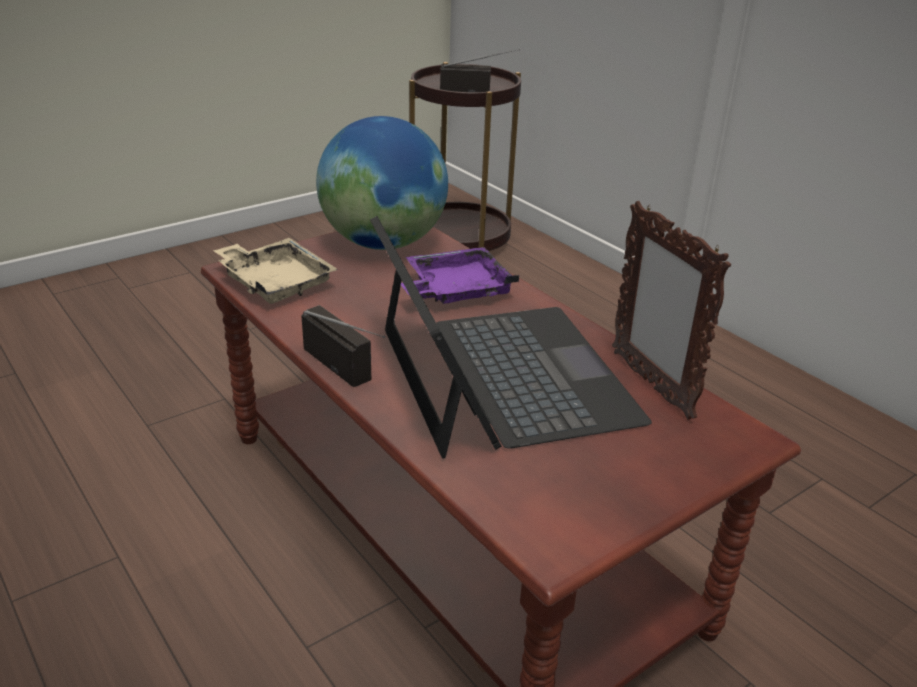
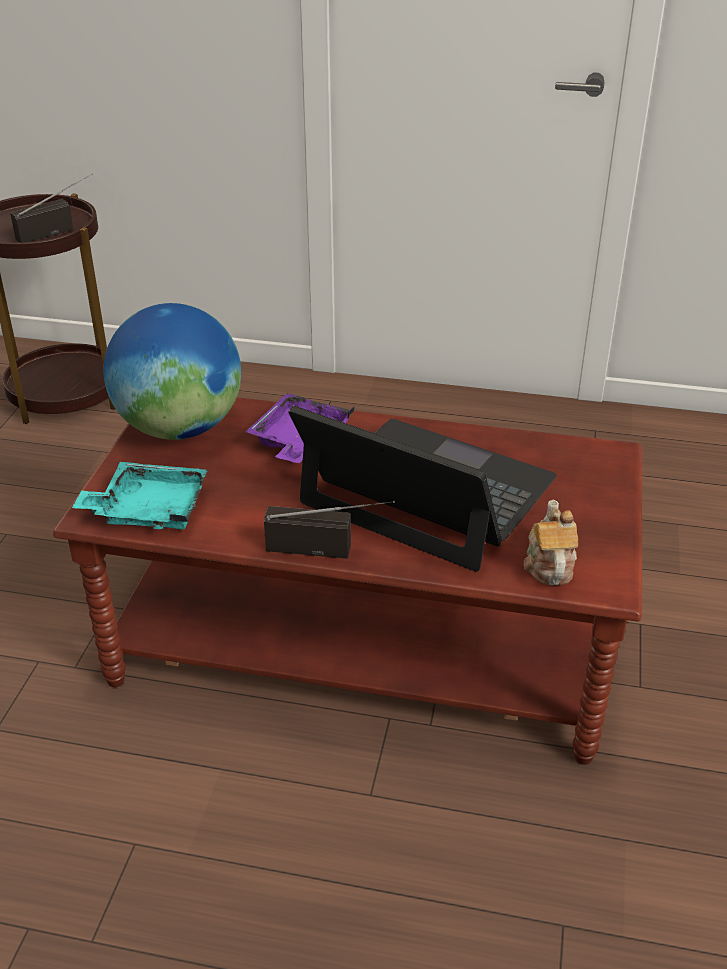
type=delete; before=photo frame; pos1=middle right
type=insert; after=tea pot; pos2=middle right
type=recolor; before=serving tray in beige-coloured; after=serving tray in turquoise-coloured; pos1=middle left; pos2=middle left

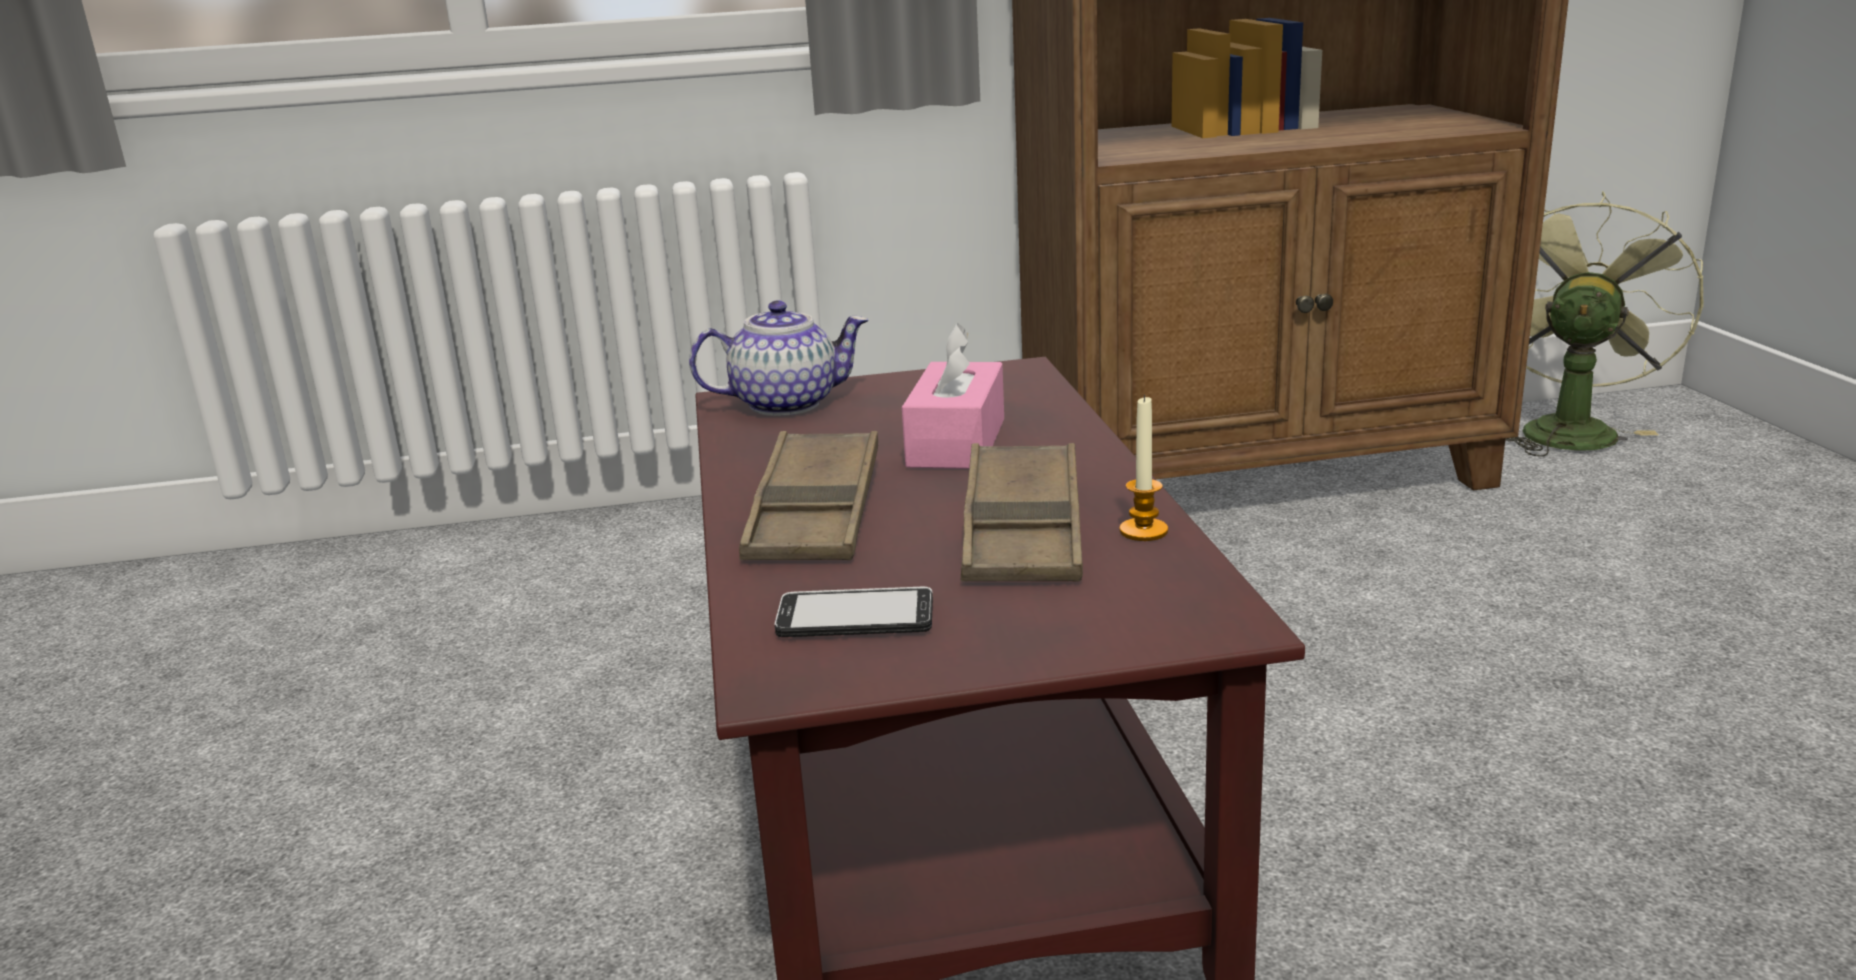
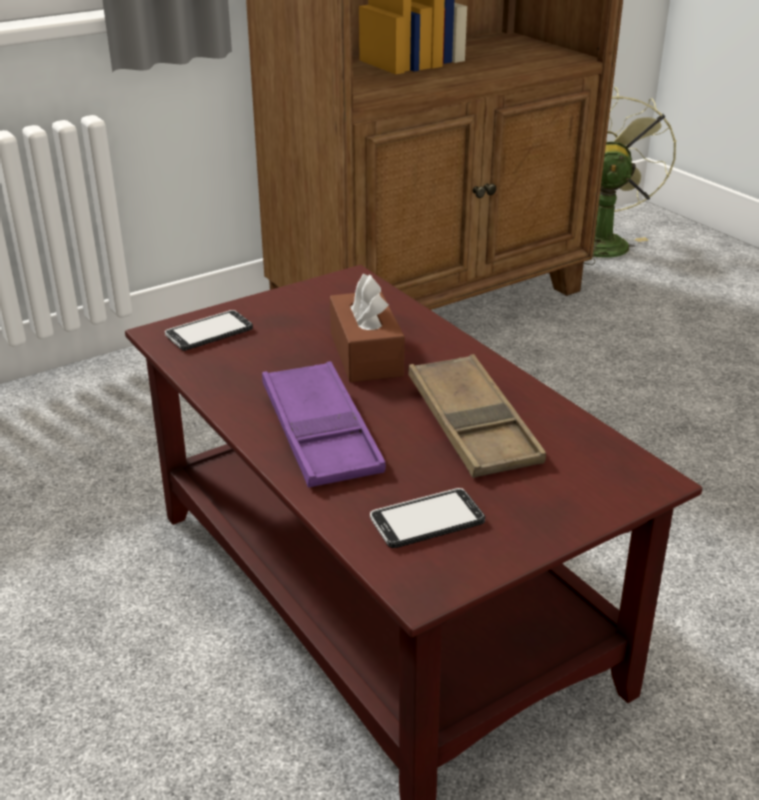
type=delete; before=wax light; pos1=centre
type=replace; before=tea pot; after=phone (1st from left); pos1=centre; pos2=middle left
type=recolor; before=serving tray in brown (1st from left); after=serving tray in purple; pos1=centre; pos2=centre
type=recolor; before=box of tissues in pinkish; after=box of tissues in brown; pos1=centre; pos2=centre

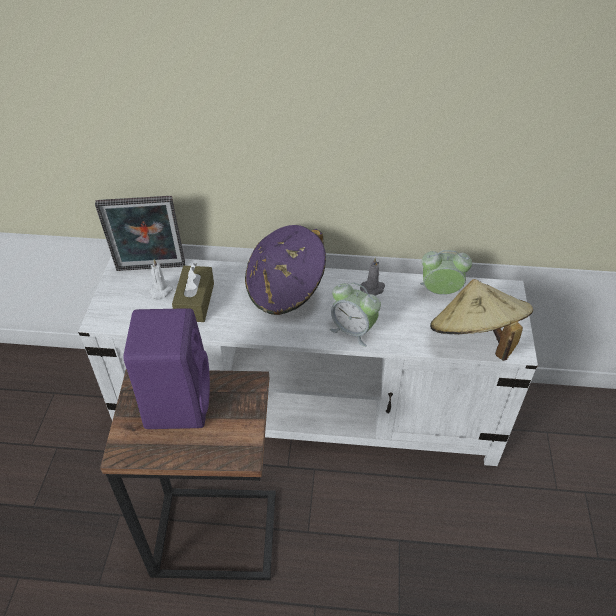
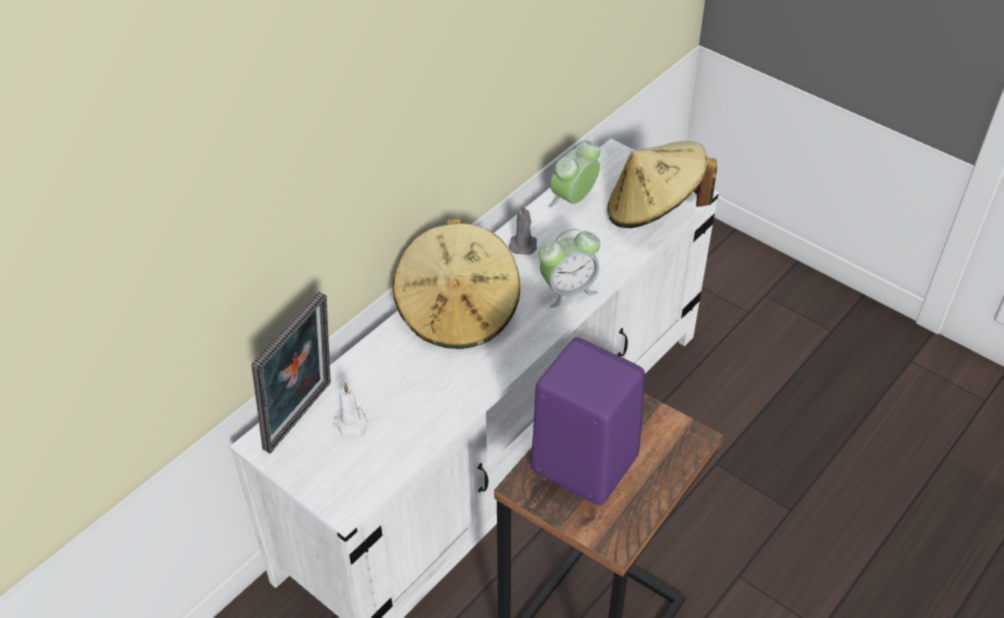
type=delete; before=box of tissues in brown; pos1=middle left
type=recolor; before=hat in purple; after=hat in beige-coloured (1st from left); pos1=centre; pos2=centre

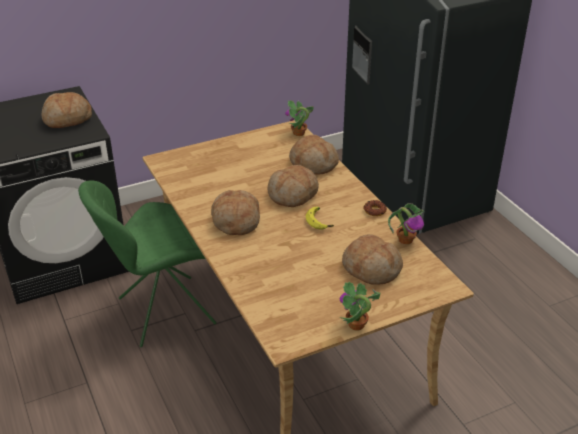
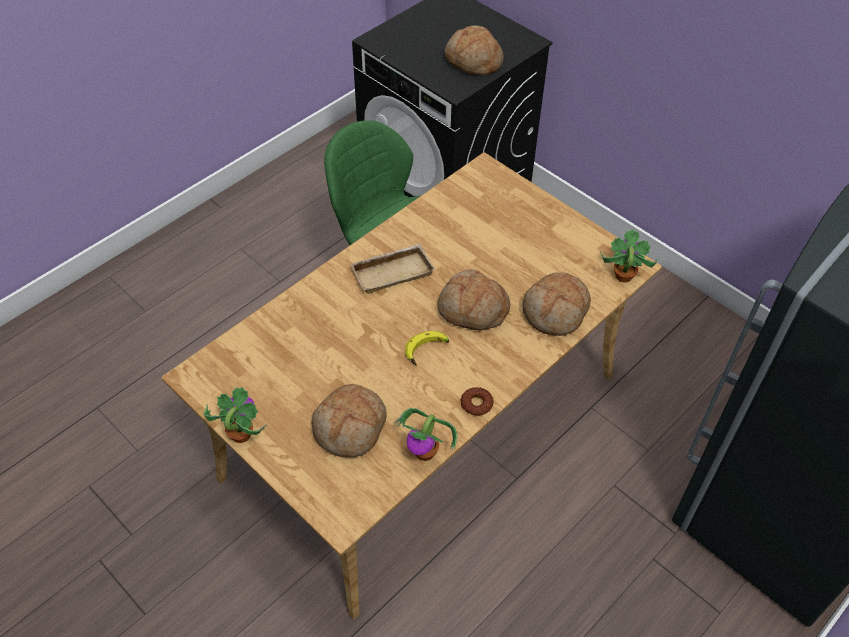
type=replace; before=bakery bread (2nd from left); after=serving tray in beige-coloured; pos1=centre; pos2=centre

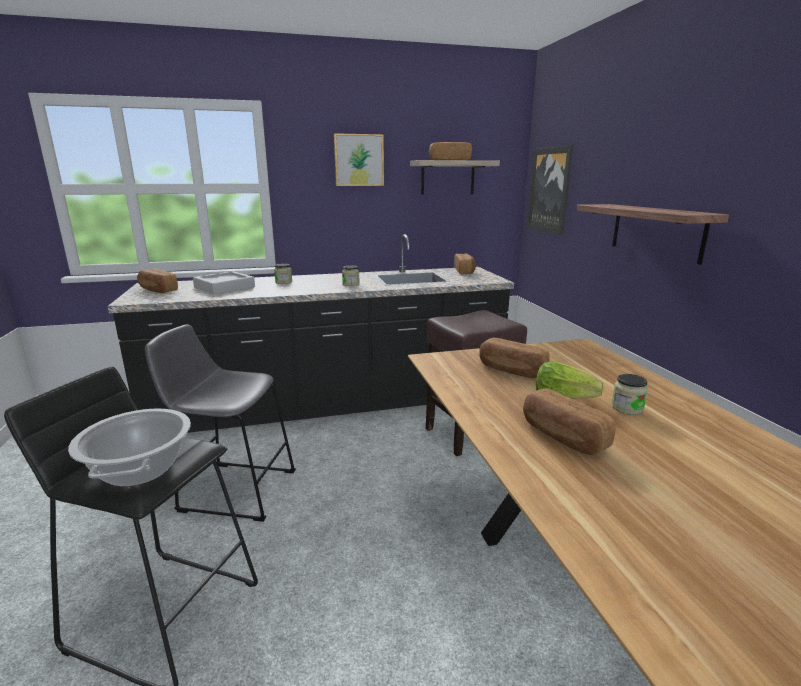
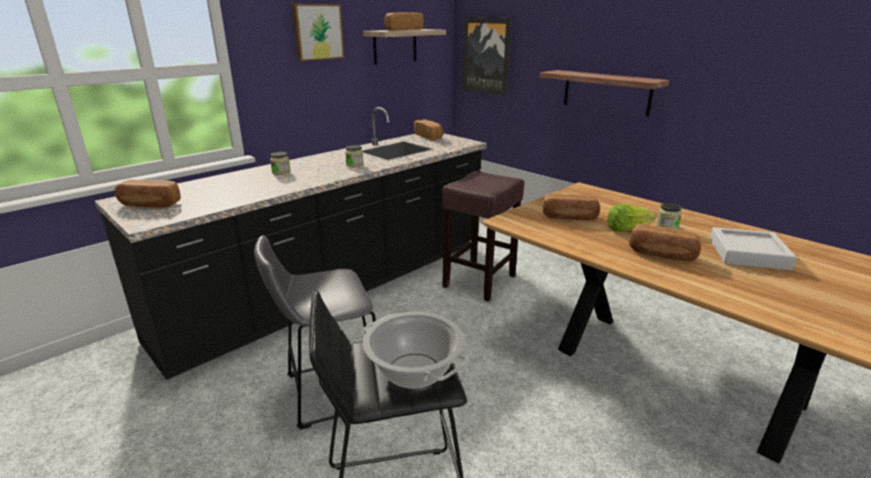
type=move; before=serving tray in gray; pos1=middle left; pos2=middle right

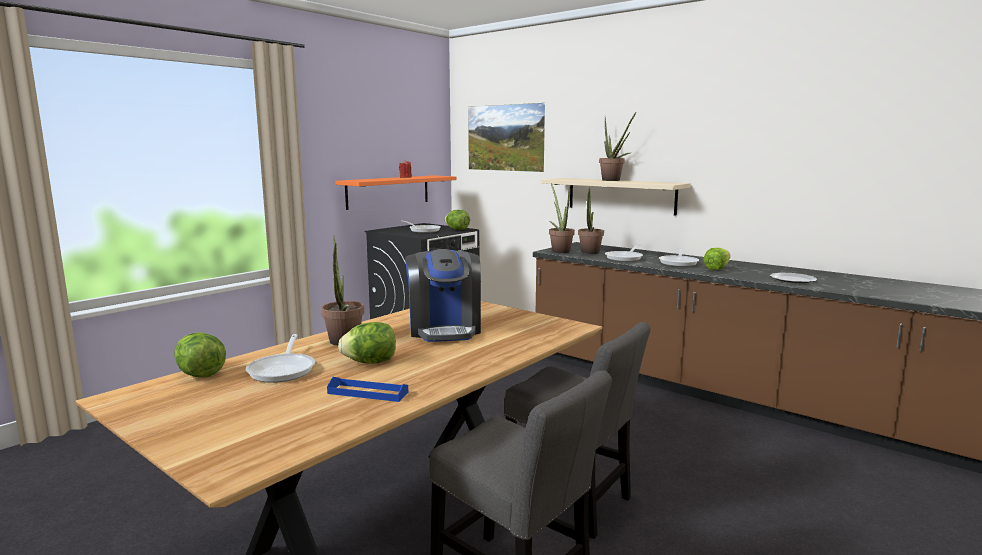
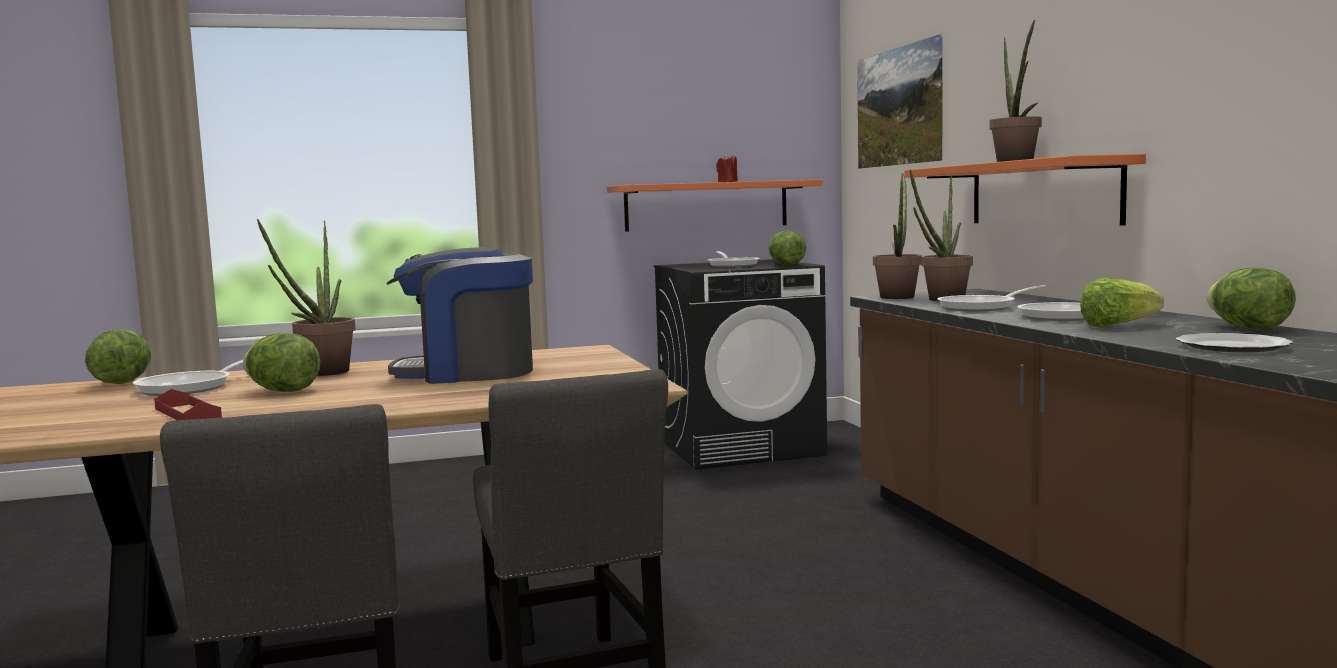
type=insert; after=head of lettuce (5th from left); pos2=middle right
type=recolor; before=serving tray in bluish; after=serving tray in reddish; pos1=bottom centre; pos2=middle left
type=recolor; before=bracket shelf in beige-coloured; after=bracket shelf in orange (2nd from left); pos1=centre; pos2=top right
type=rotate; before=coffee machine; pos1=centre; pos2=centre; turn=60

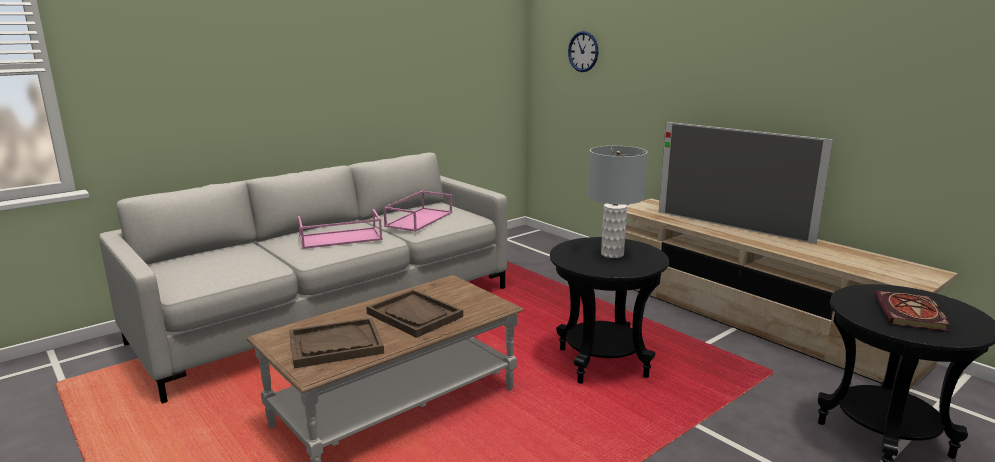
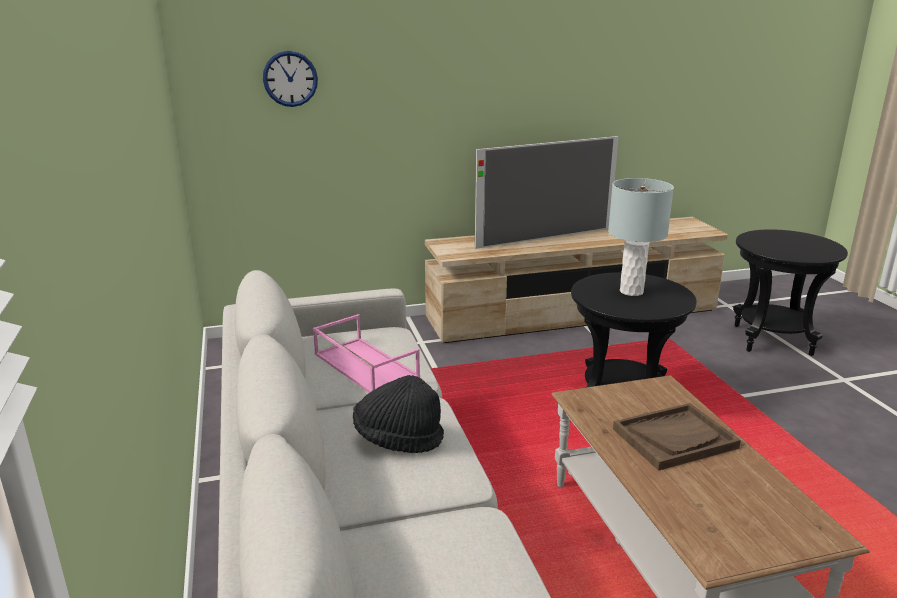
type=delete; before=serving tray in brown (1st from left); pos1=bottom centre
type=delete; before=book; pos1=bottom right
type=replace; before=serving tray in pinkish (1st from left); after=hat in black-coloured; pos1=centre; pos2=bottom centre

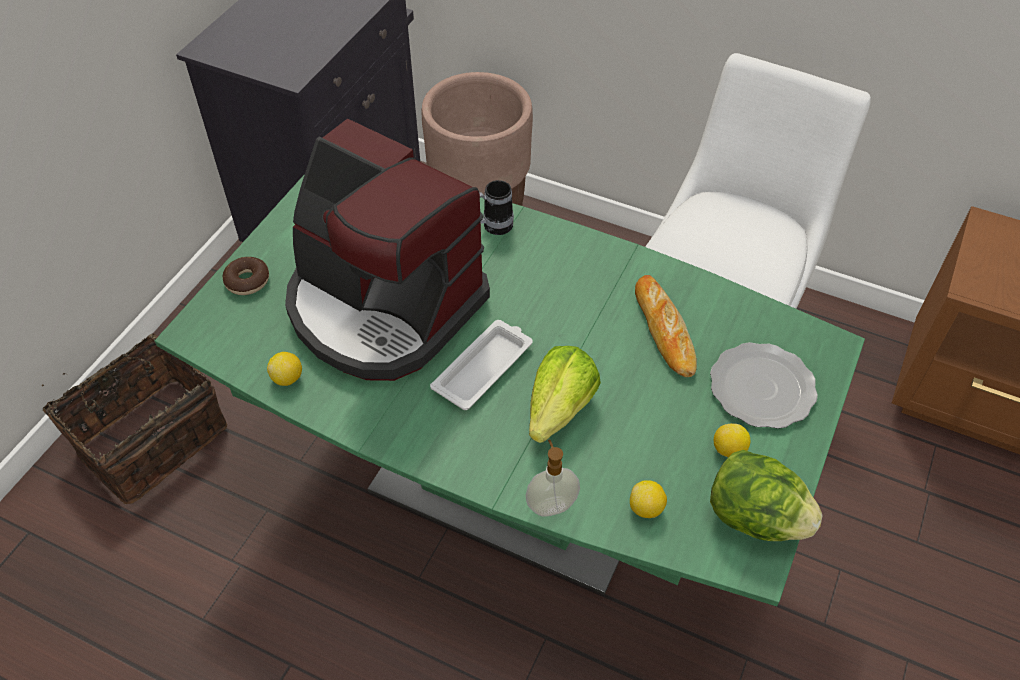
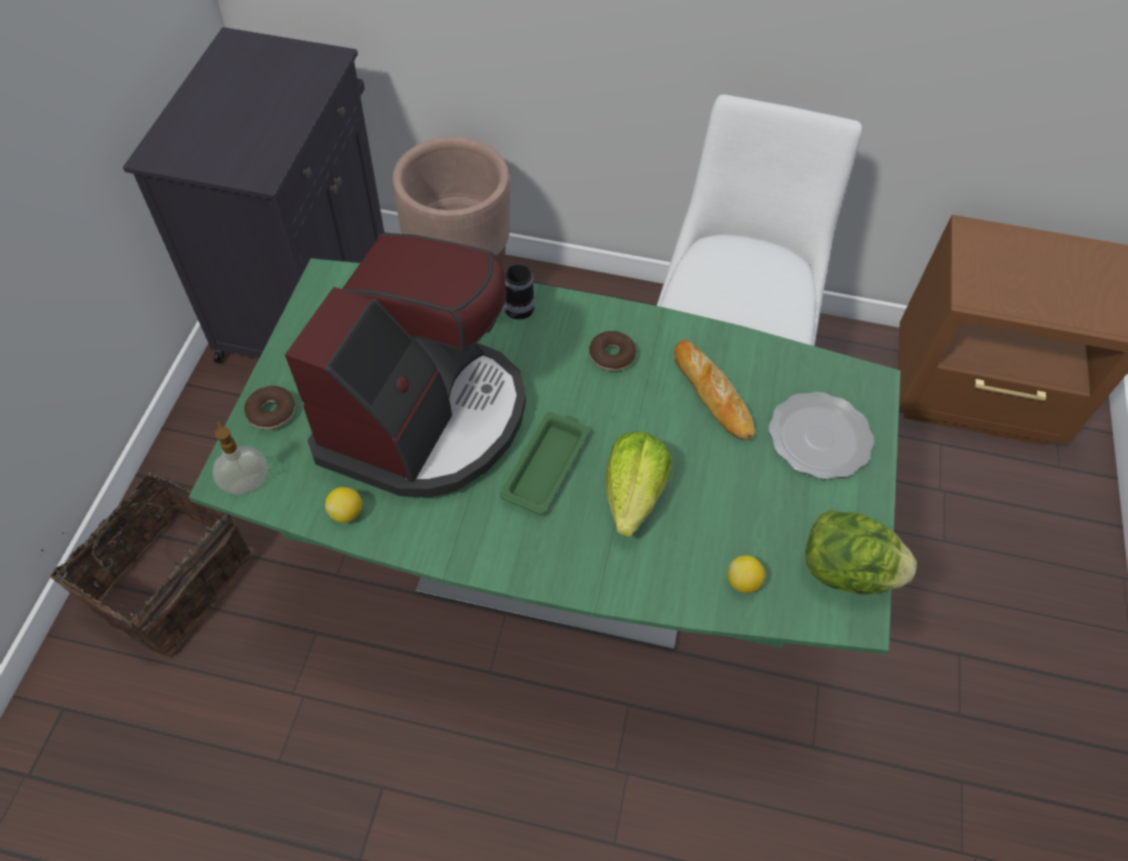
type=delete; before=lemon (3rd from left); pos1=middle right
type=insert; after=doughnut (2nd from left); pos2=centre
type=move; before=soap bottle; pos1=bottom centre; pos2=middle left
type=recolor; before=serving tray in white-coloured; after=serving tray in green; pos1=centre; pos2=centre
type=rotate; before=coffee machine; pos1=centre; pos2=centre; turn=-90

